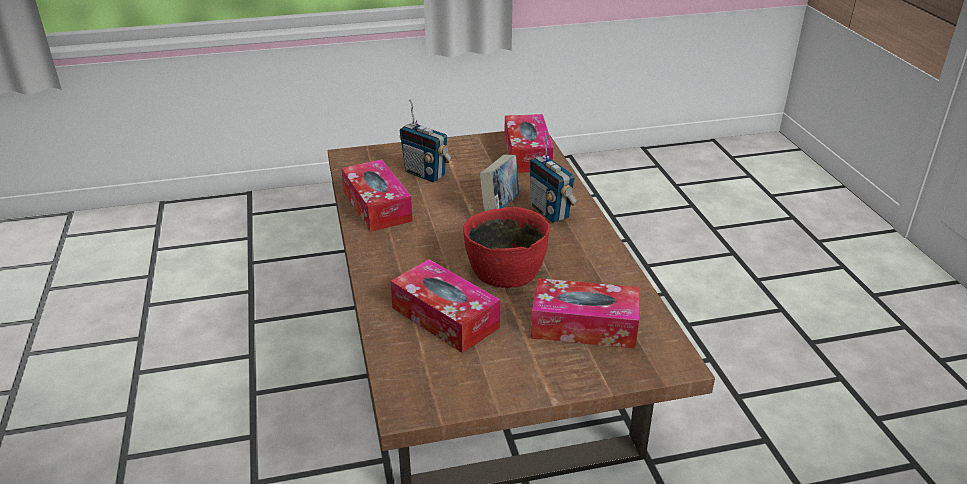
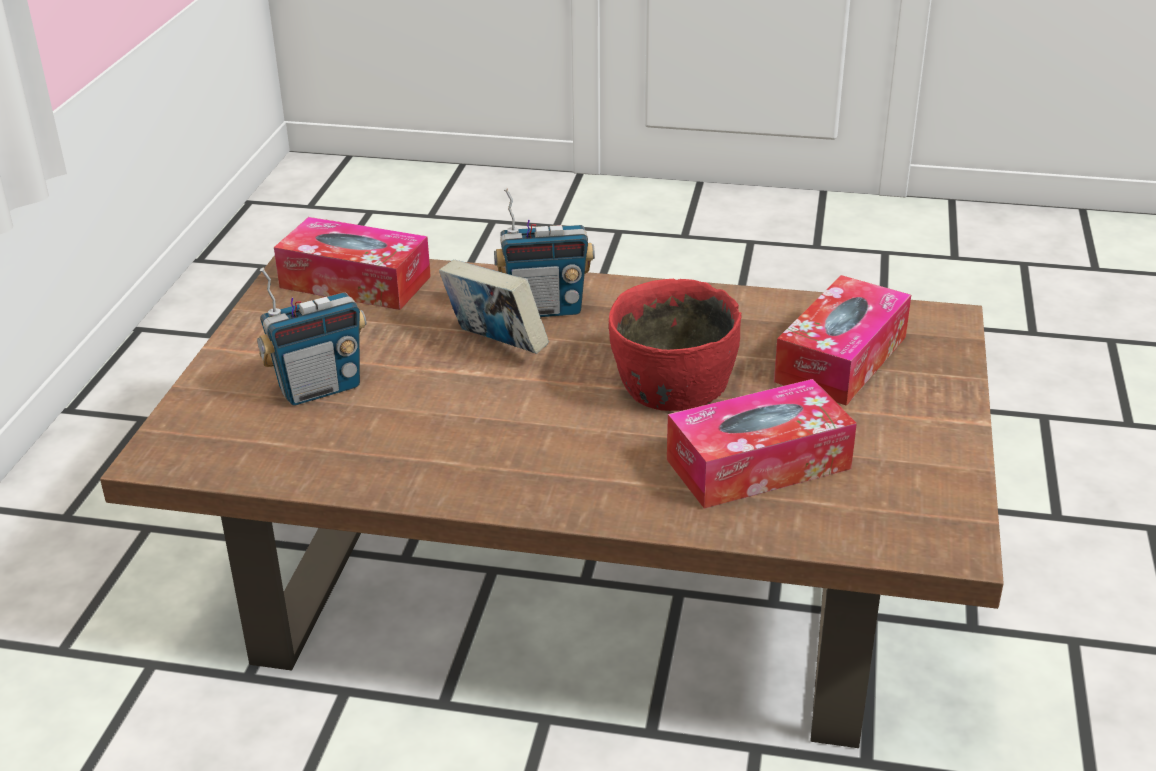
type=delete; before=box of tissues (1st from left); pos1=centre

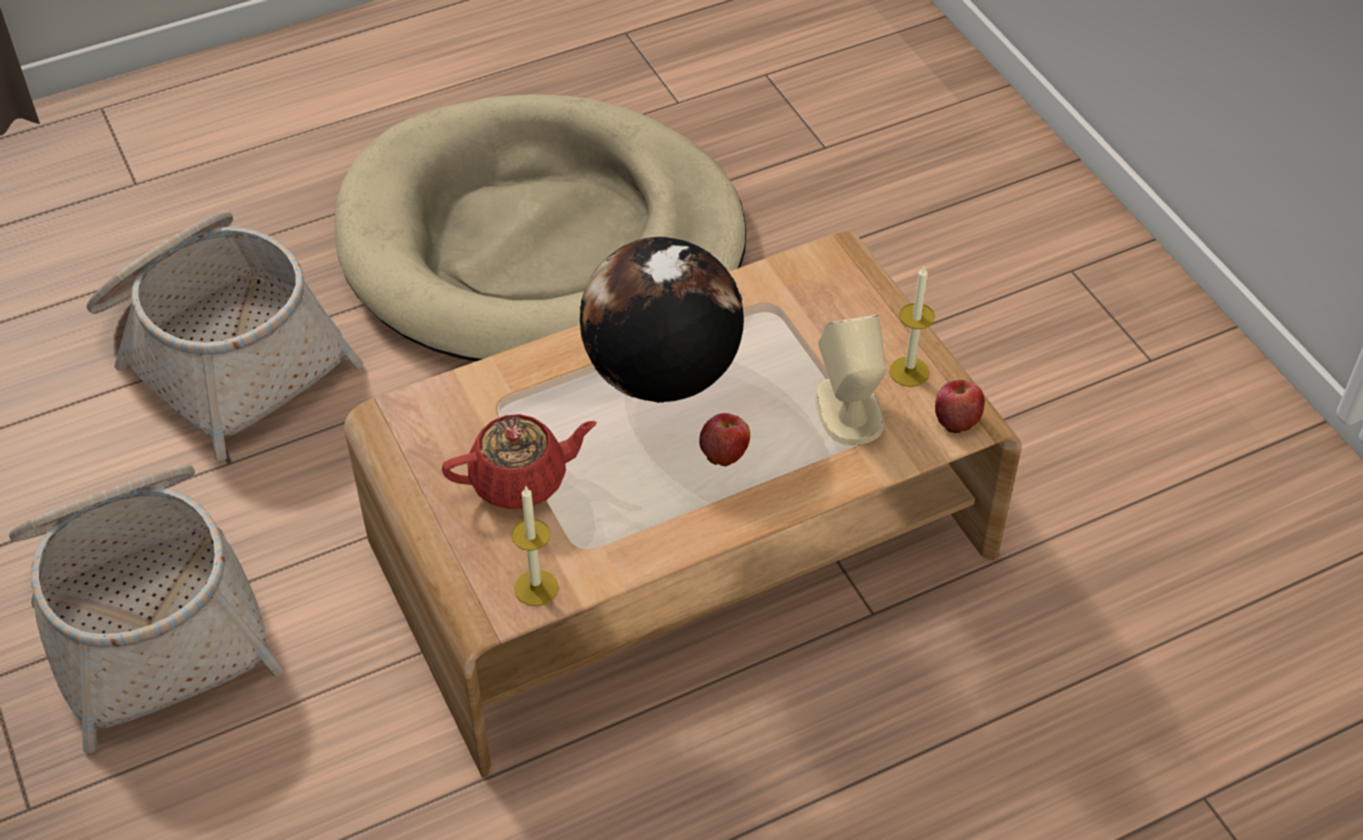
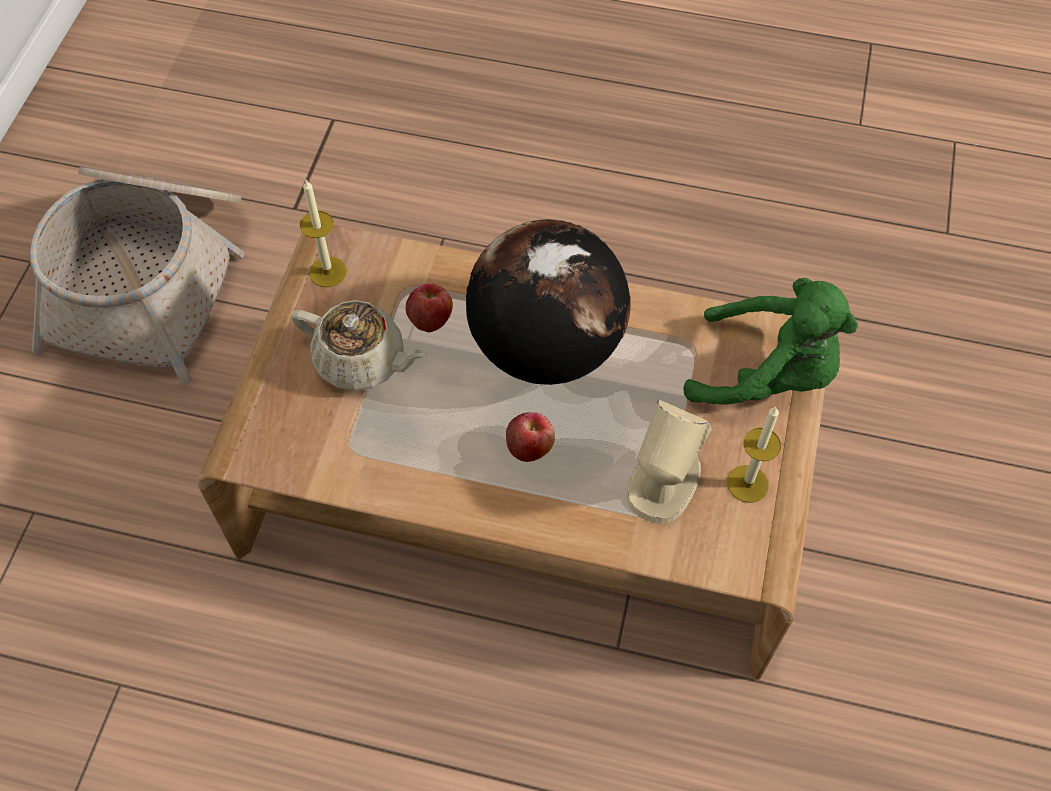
type=delete; before=storage basket (2nd from left); pos1=middle left
type=delete; before=dog bed in beige-coloured; pos1=top centre
type=insert; after=plush toy in green; pos2=middle right
type=move; before=wax light (1st from left); pos1=centre; pos2=top left
type=move; before=apple (2nd from left in the first image); after=apple (1st from left); pos1=middle right; pos2=centre
type=recolor; before=tea pot in reddish; after=tea pot in beige-coloured; pos1=centre; pos2=centre

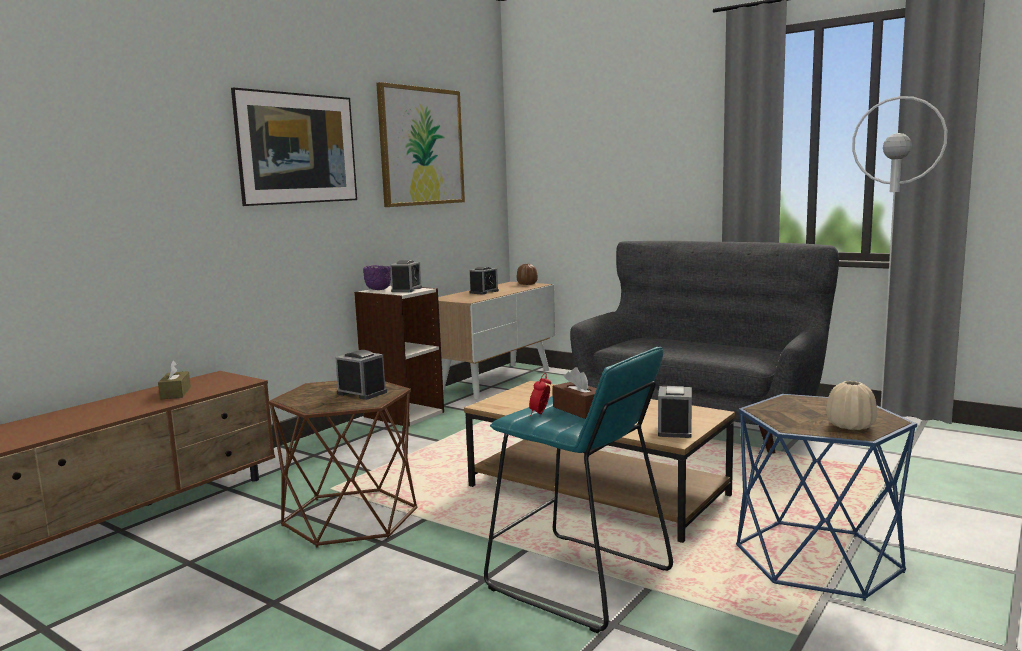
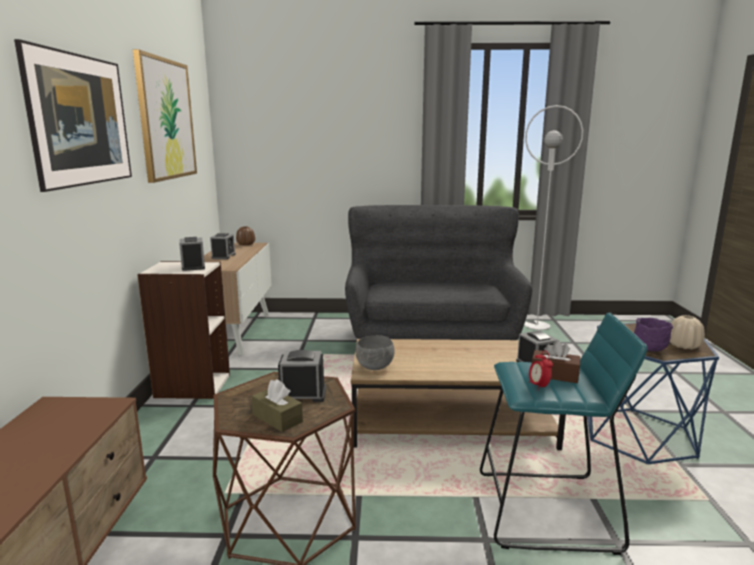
type=insert; after=deep dish in gray; pos2=centre
type=move; before=box of tissues in brown (1st from left); pos1=middle left; pos2=bottom centre
type=move; before=deep dish in purple; pos1=centre; pos2=middle right

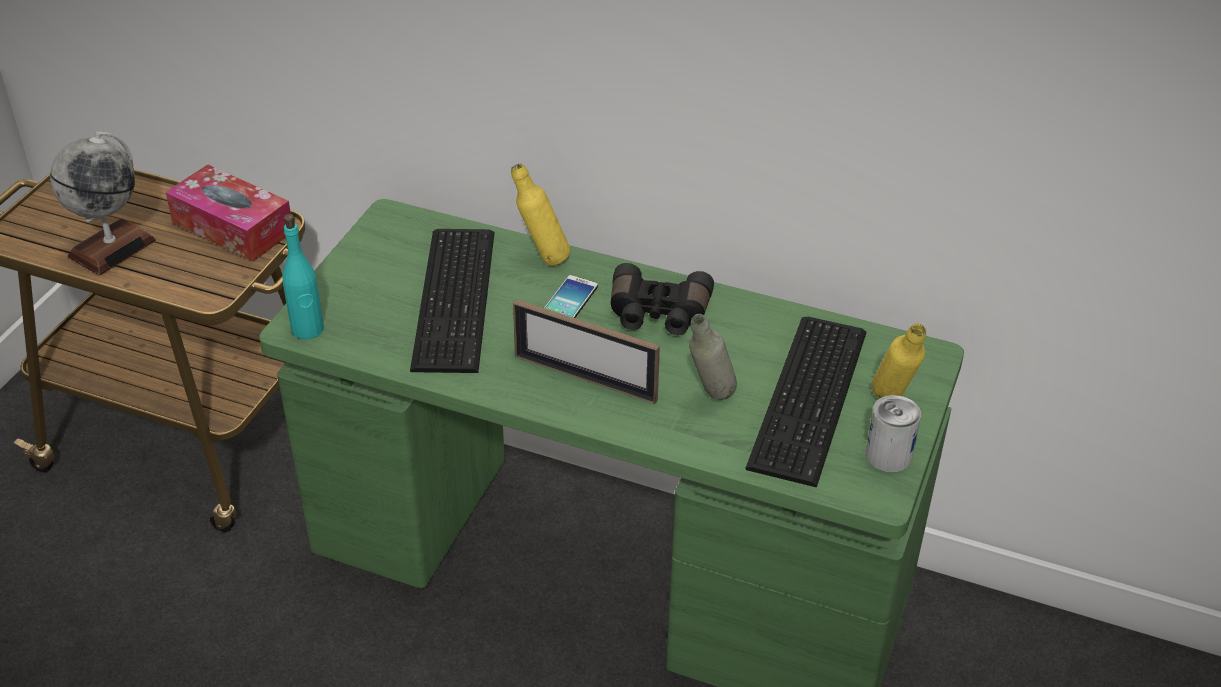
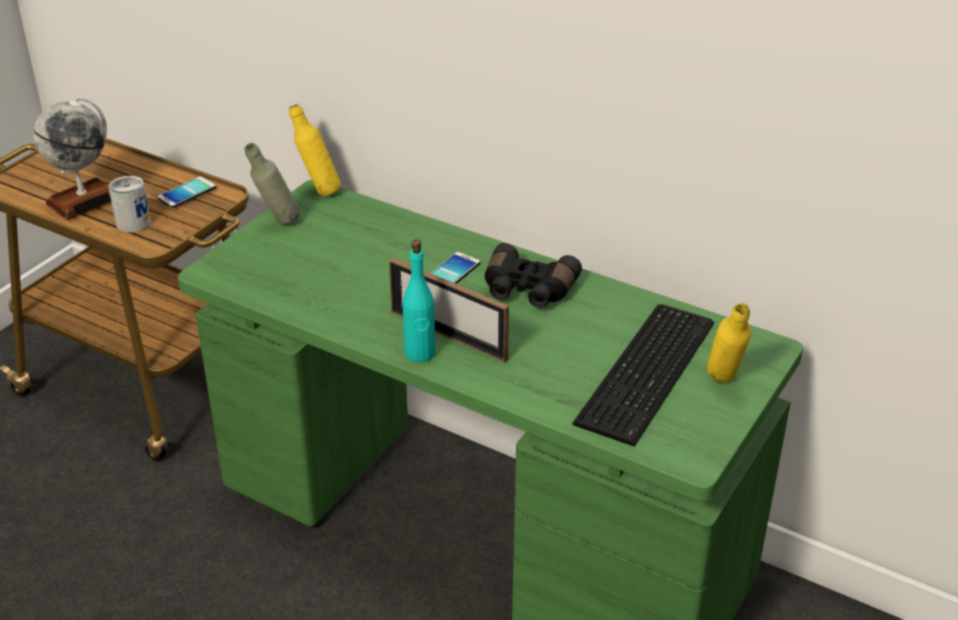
type=delete; before=PC keyboard (1st from left); pos1=centre
type=move; before=beverage bottle in turquoise-coloured; pos1=middle left; pos2=centre
type=move; before=beverage bottle in yellow (1st from left); pos1=top centre; pos2=top left
type=move; before=beverage bottle in gray; pos1=centre; pos2=top left
type=move; before=metal can; pos1=middle right; pos2=top left
type=replace; before=box of tissues; after=phone (1st from left); pos1=top left; pos2=top left

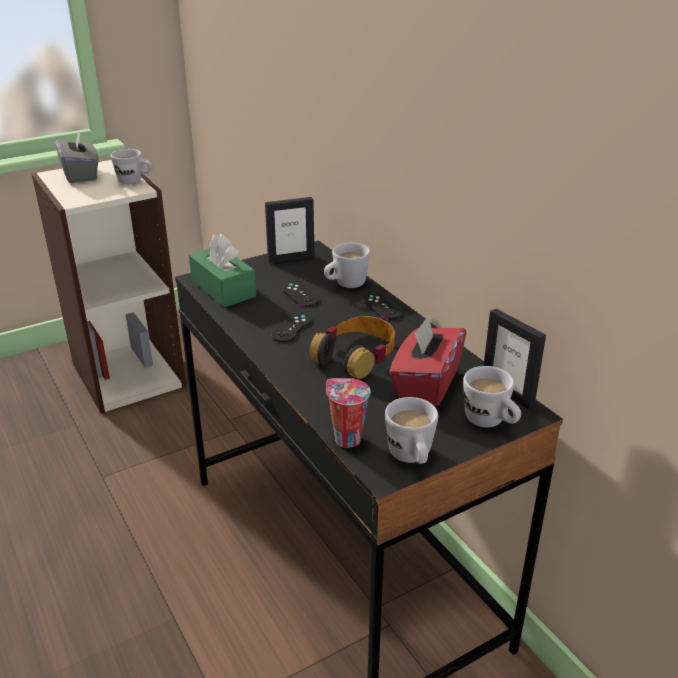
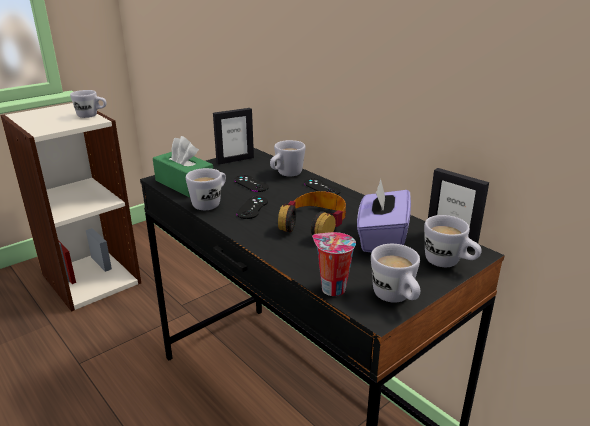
type=delete; before=box of tissues in gray; pos1=top left
type=insert; after=tea mug in white-coloured (2nd from left); pos2=centre
type=recolor; before=box of tissues in reddish; after=box of tissues in purple; pos1=centre; pos2=centre

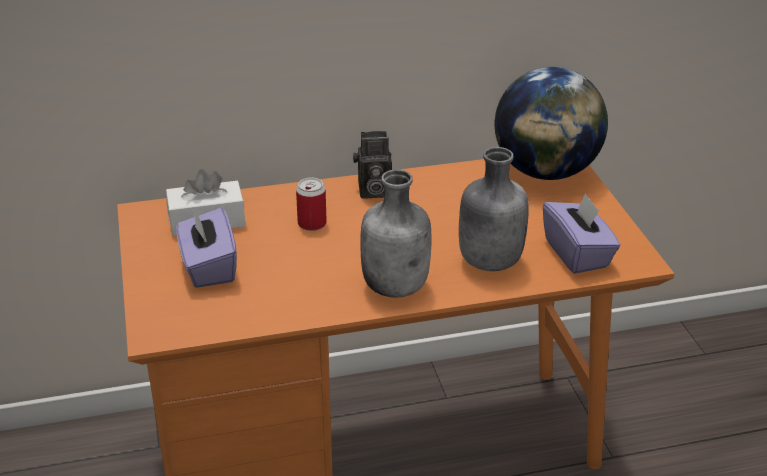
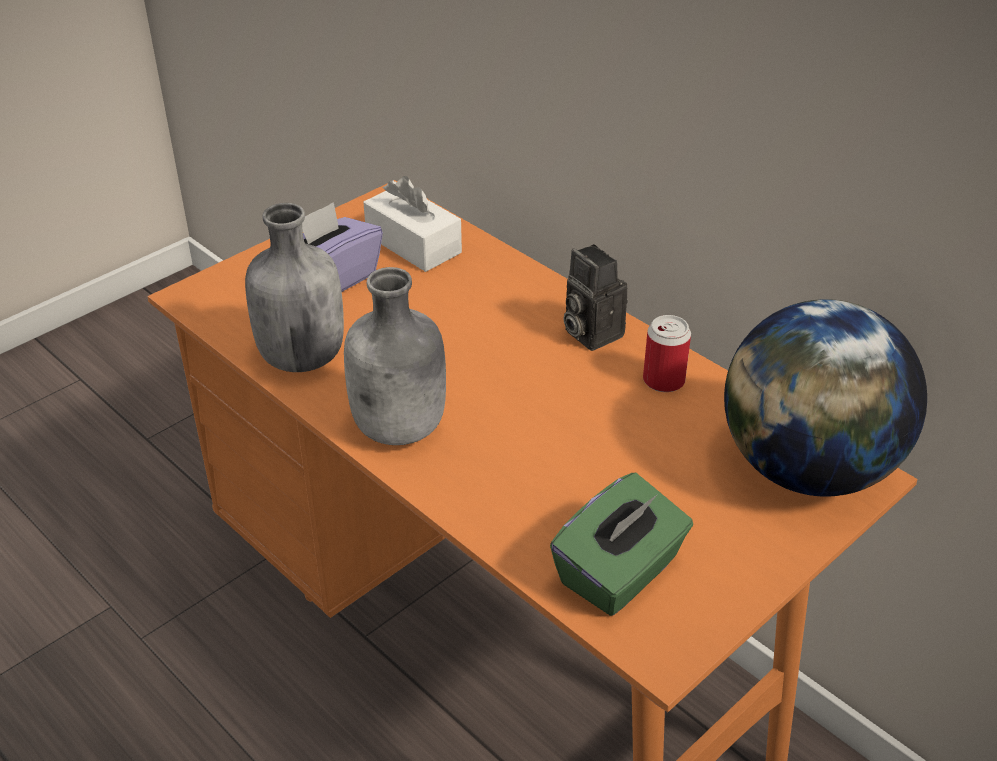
type=move; before=metal can; pos1=centre; pos2=middle right
type=move; before=beverage bottle in gray (2nd from left in the first image); after=beverage bottle in gray (1st from left); pos1=centre; pos2=middle left
type=recolor; before=box of tissues in purple (2nd from left); after=box of tissues in green; pos1=middle right; pos2=bottom centre

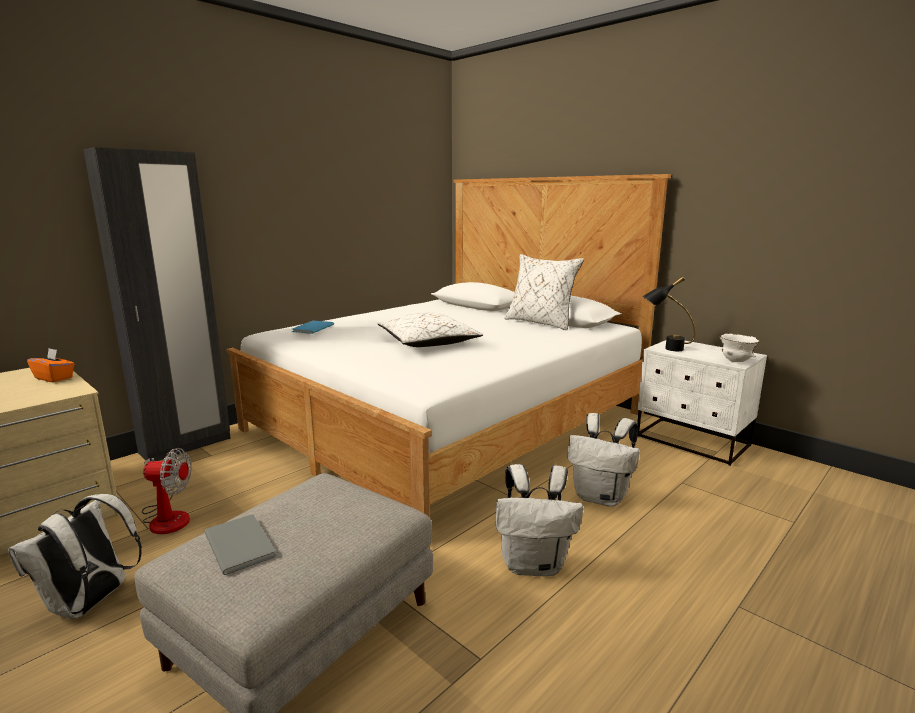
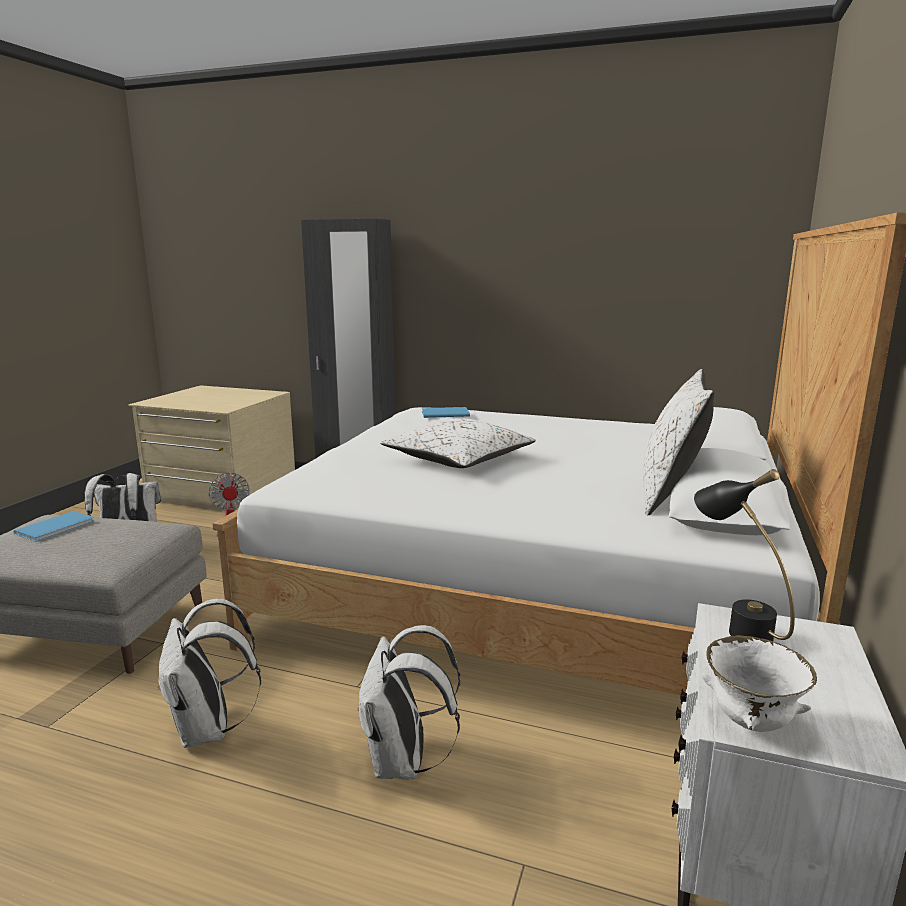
type=delete; before=box of tissues in orange; pos1=middle left
type=recolor; before=book in gray; after=book in bluish (1st from left); pos1=bottom left; pos2=middle left

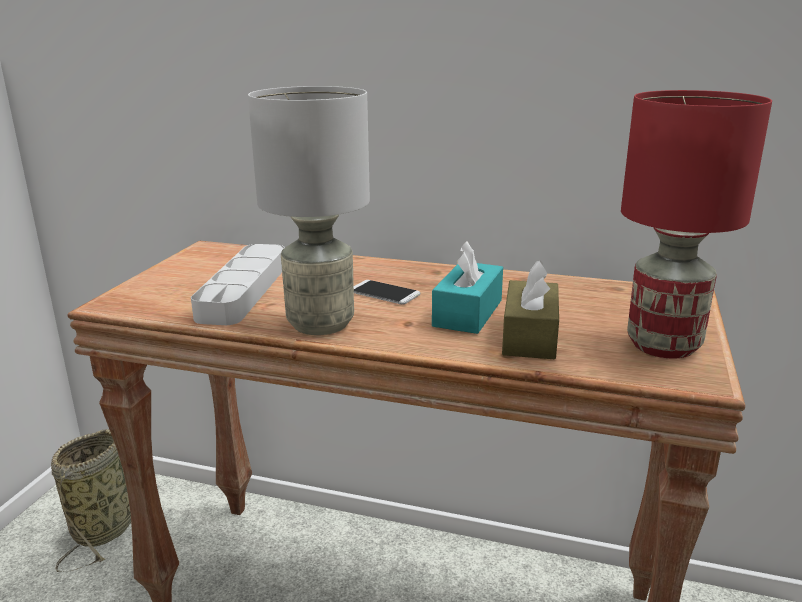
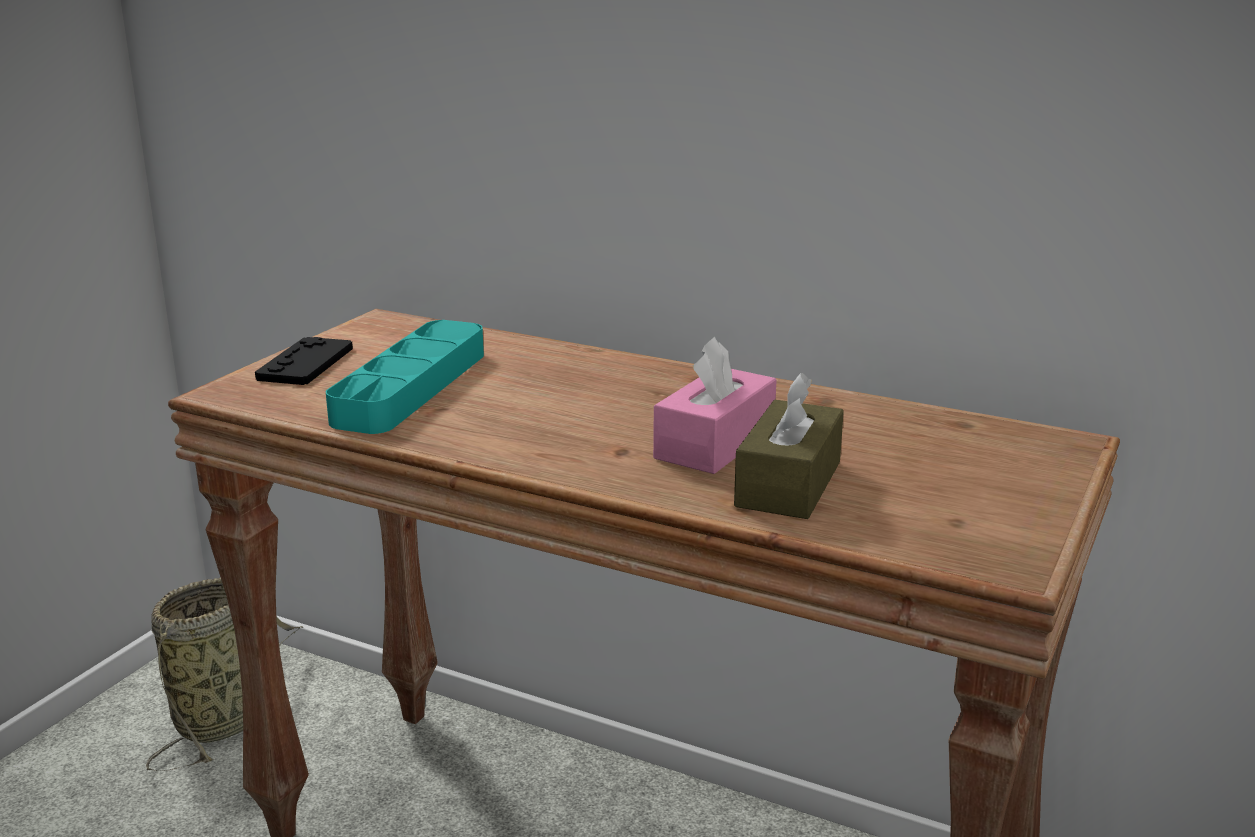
type=delete; before=tabletop lamp in gray; pos1=centre
type=delete; before=phone; pos1=centre
type=delete; before=tabletop lamp in reddish; pos1=middle right
type=insert; after=joypad in black-coloured; pos2=middle left
type=recolor; before=serving tray in gray; after=serving tray in turquoise-coloured; pos1=middle left; pos2=middle left
type=recolor; before=box of tissues in turquoise-coloured; after=box of tissues in pinkish; pos1=centre; pos2=centre

